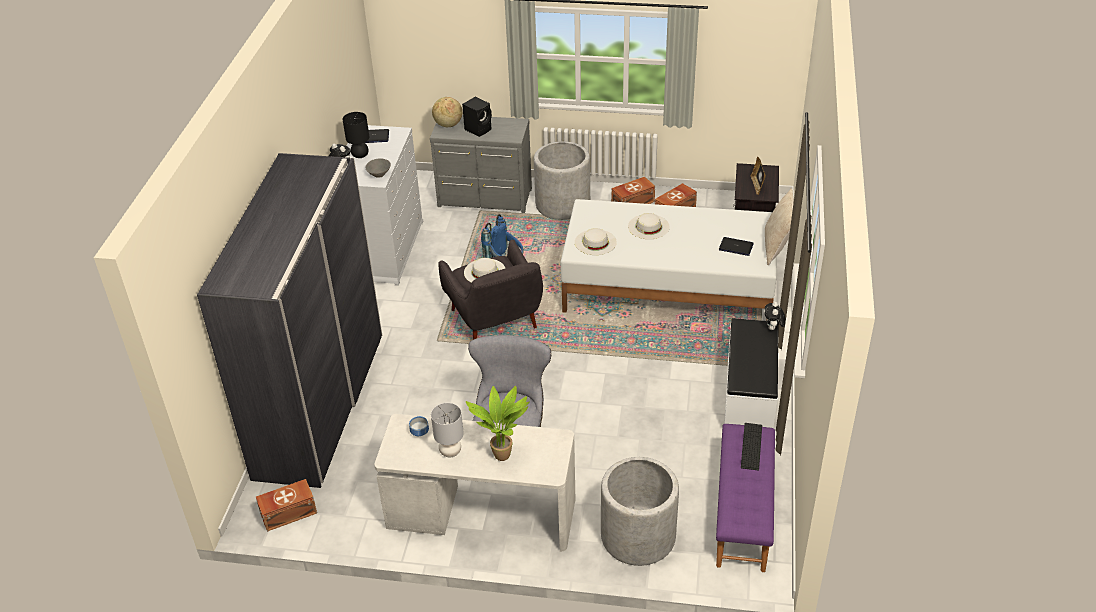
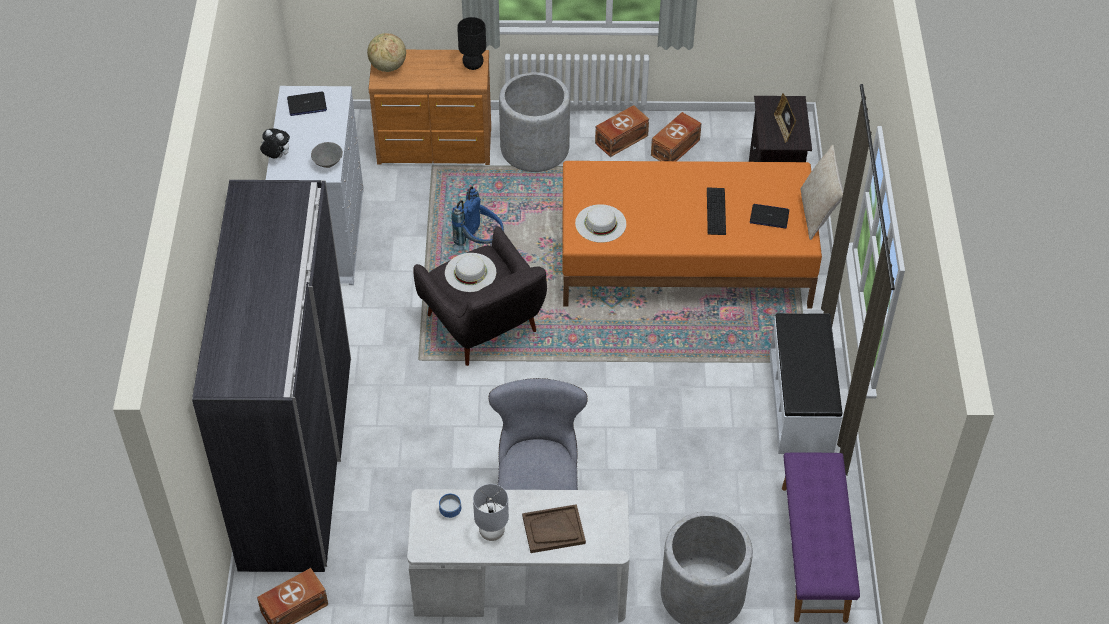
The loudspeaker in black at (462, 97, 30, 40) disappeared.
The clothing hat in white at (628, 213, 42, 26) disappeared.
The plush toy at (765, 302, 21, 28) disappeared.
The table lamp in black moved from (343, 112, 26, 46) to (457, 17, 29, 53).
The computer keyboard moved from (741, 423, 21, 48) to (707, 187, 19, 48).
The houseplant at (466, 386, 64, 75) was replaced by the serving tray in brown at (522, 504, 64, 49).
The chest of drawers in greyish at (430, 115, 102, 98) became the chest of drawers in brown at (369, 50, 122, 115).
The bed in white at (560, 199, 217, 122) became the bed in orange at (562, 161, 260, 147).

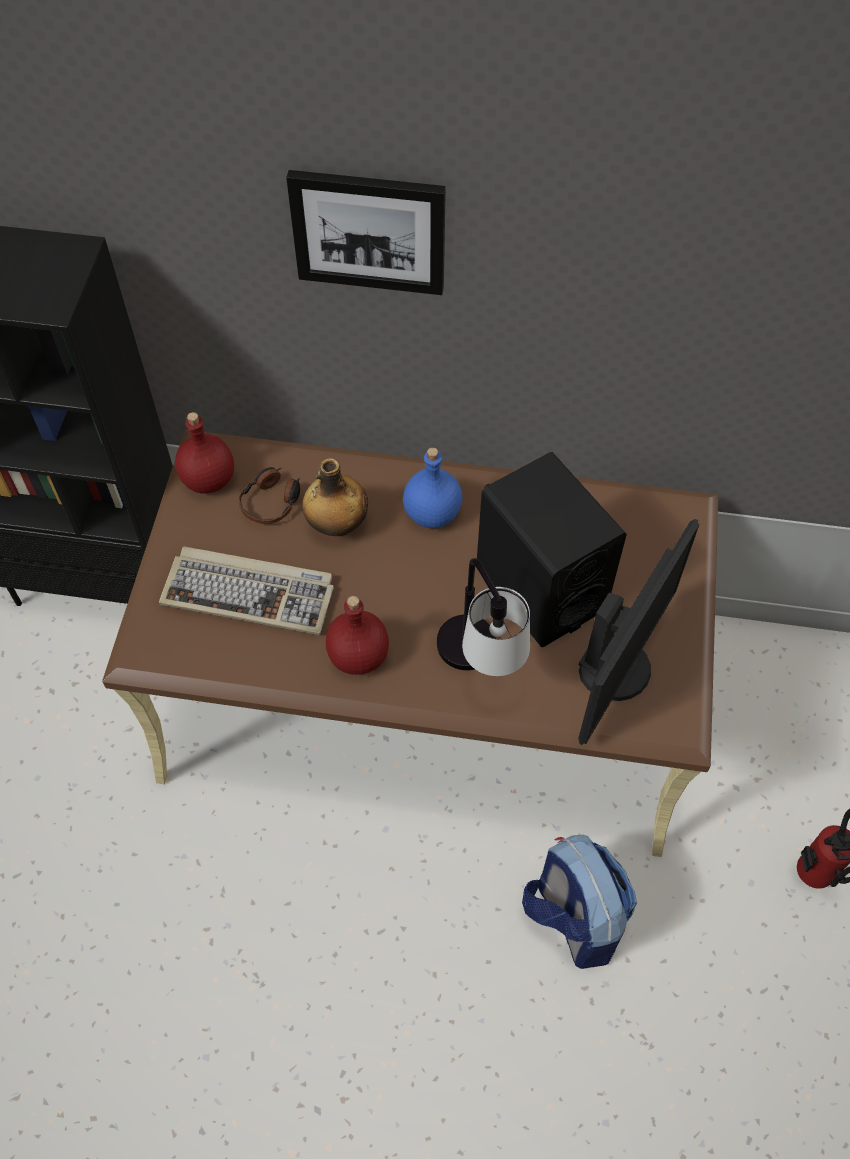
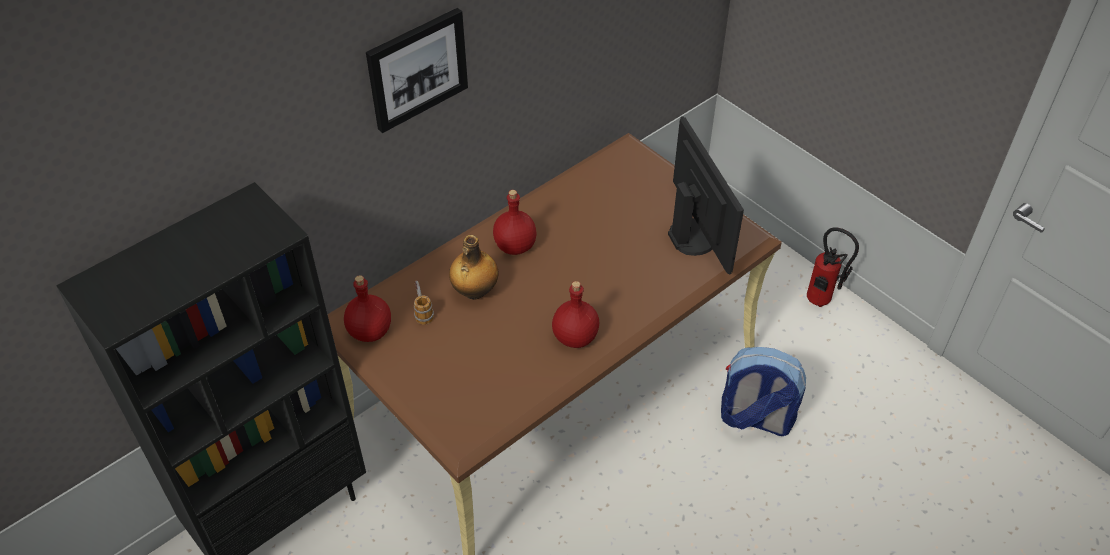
The computer keyboard at (159, 546, 175, 89) disappeared.
The table lamp at (437, 558, 93, 118) disappeared.
The loudspeaker in black at (477, 452, 150, 195) disappeared.
The pair of headphones at (239, 467, 61, 57) was replaced by the mug at (414, 280, 20, 45).
The drink bottle in blue-coloured at (403, 447, 60, 81) became the drink bottle in red-coloured at (493, 190, 43, 65).

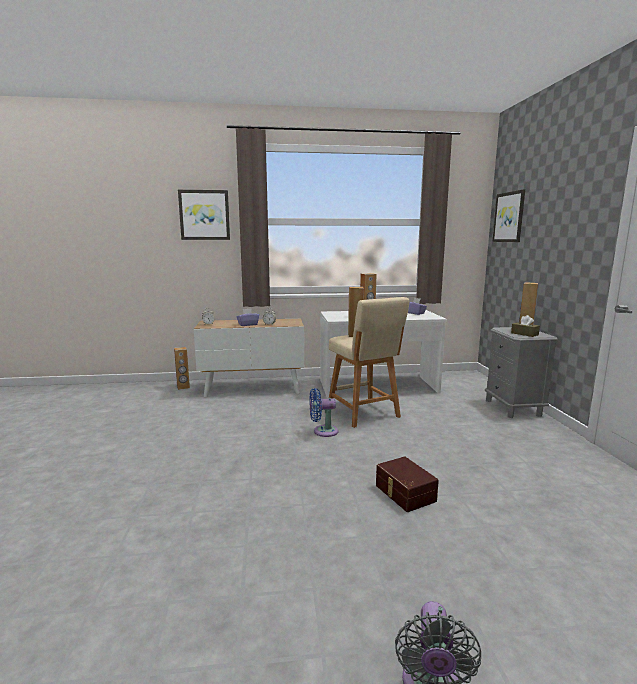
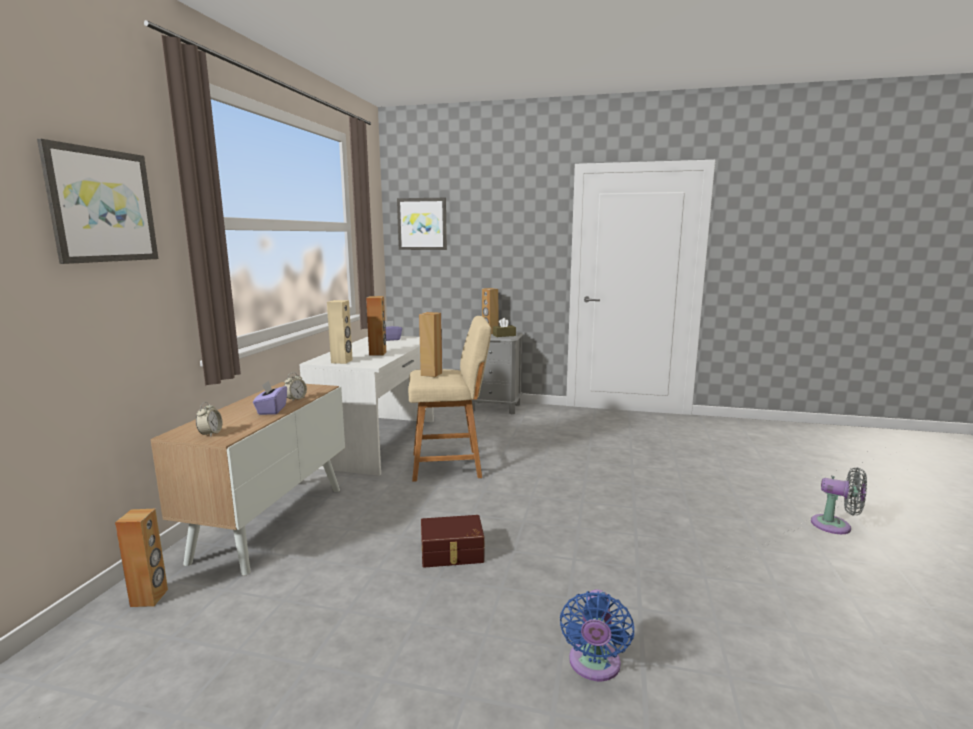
The loudspeaker in beige-coloured at (327, 300, 26, 64) appeared.
The fan in blue-coloured moved from (309, 388, 29, 49) to (560, 589, 74, 92).
The storage container in brown moved from (376, 457, 63, 55) to (421, 515, 64, 53).

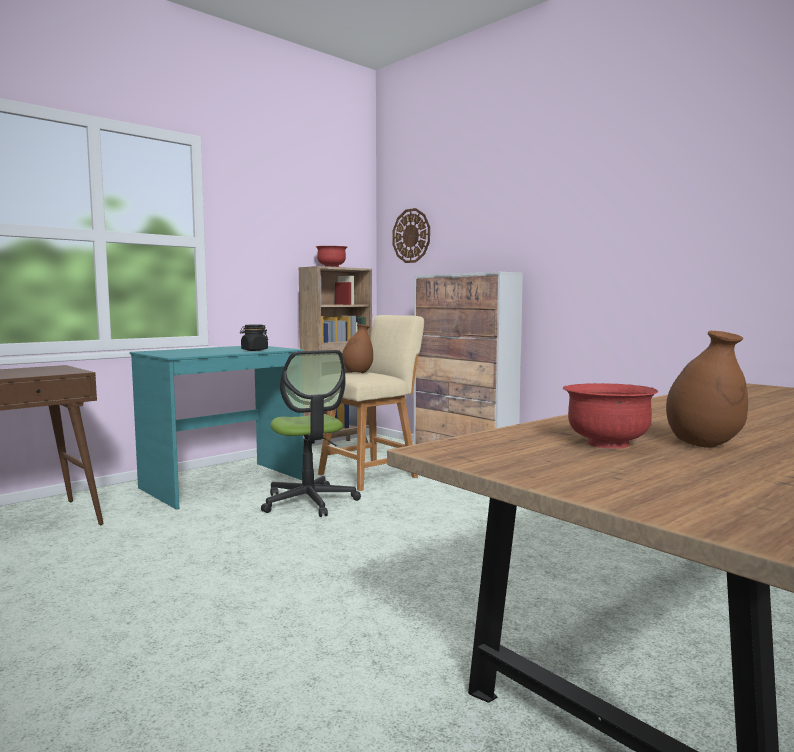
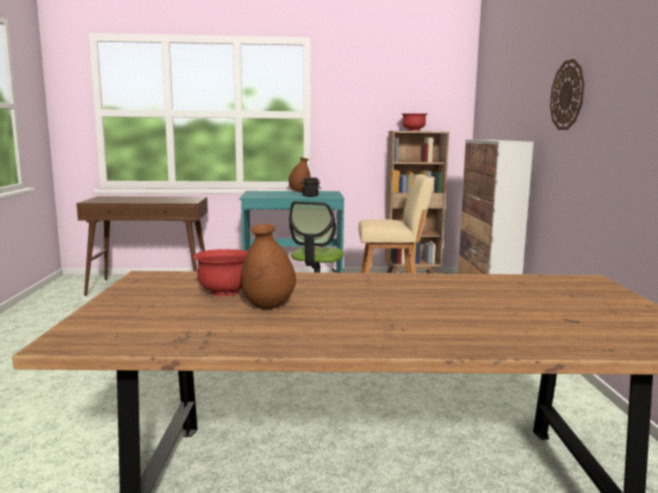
The decorative vase in brown moved from (342, 324, 31, 49) to (288, 157, 23, 35).
The hanging clock moved from (392, 208, 38, 55) to (550, 59, 35, 71).

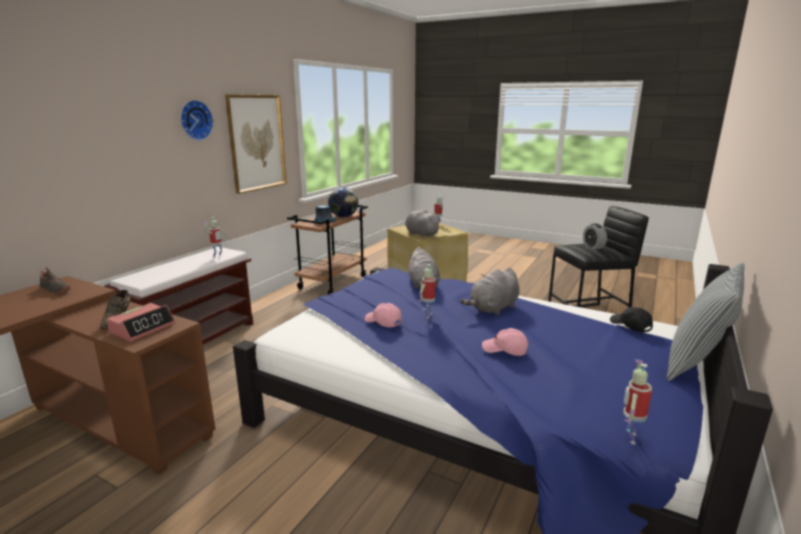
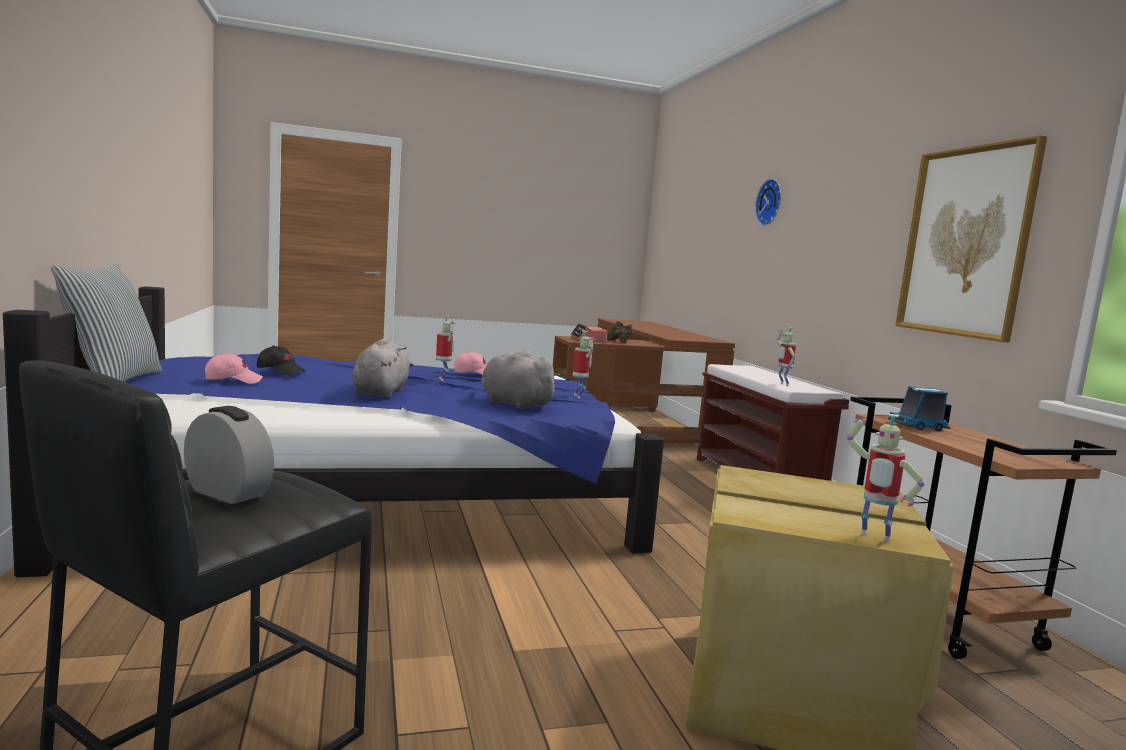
The low shoe in black at (40, 267, 31, 27) disappeared.
The desk globe at (328, 187, 30, 30) disappeared.
The plush toy in greyish at (405, 209, 37, 28) disappeared.
The hanging clock moved from (180, 100, 33, 41) to (755, 179, 26, 47).
The peaked cap in pink moved from (482, 328, 46, 28) to (205, 354, 58, 30).
The peaked cap in black moved from (610, 307, 43, 26) to (257, 346, 48, 29).
The robot figure moved from (623, 360, 29, 85) to (572, 331, 24, 67).

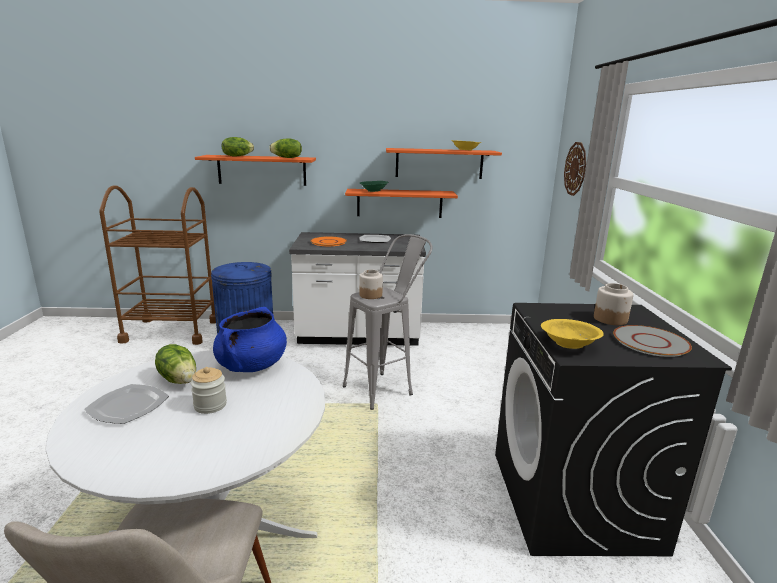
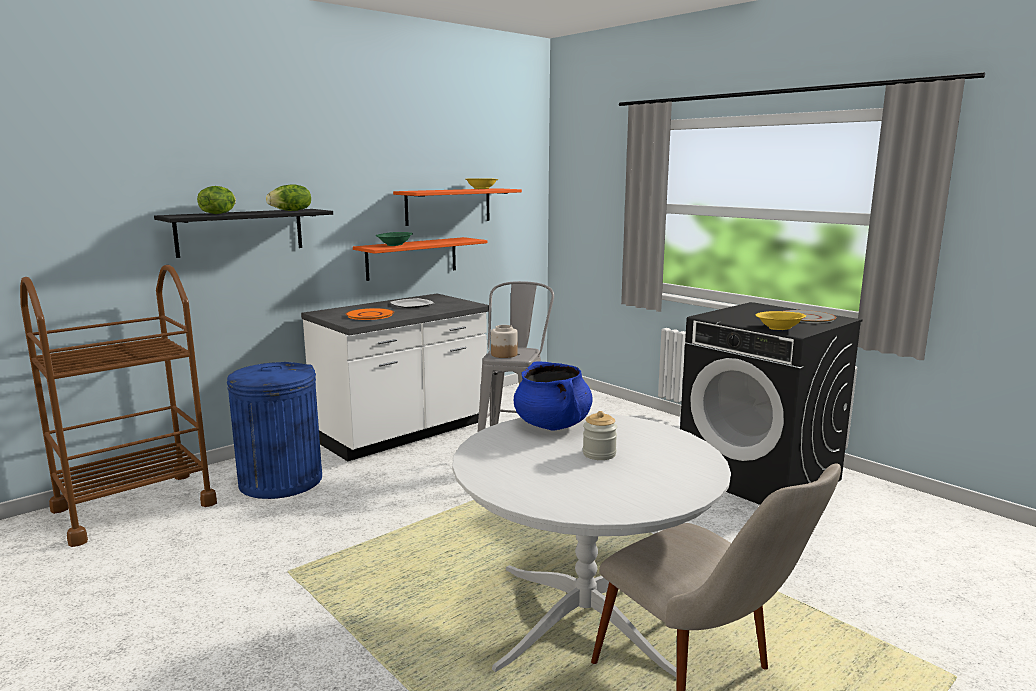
The dinner plate at (84, 384, 85, 40) disappeared.
The head of lettuce at (155, 344, 41, 40) disappeared.
The hanging clock at (564, 142, 22, 54) disappeared.
The jar at (594, 283, 40, 42) disappeared.
The shelf in orange at (195, 155, 121, 31) became the shelf in black at (154, 209, 179, 49).

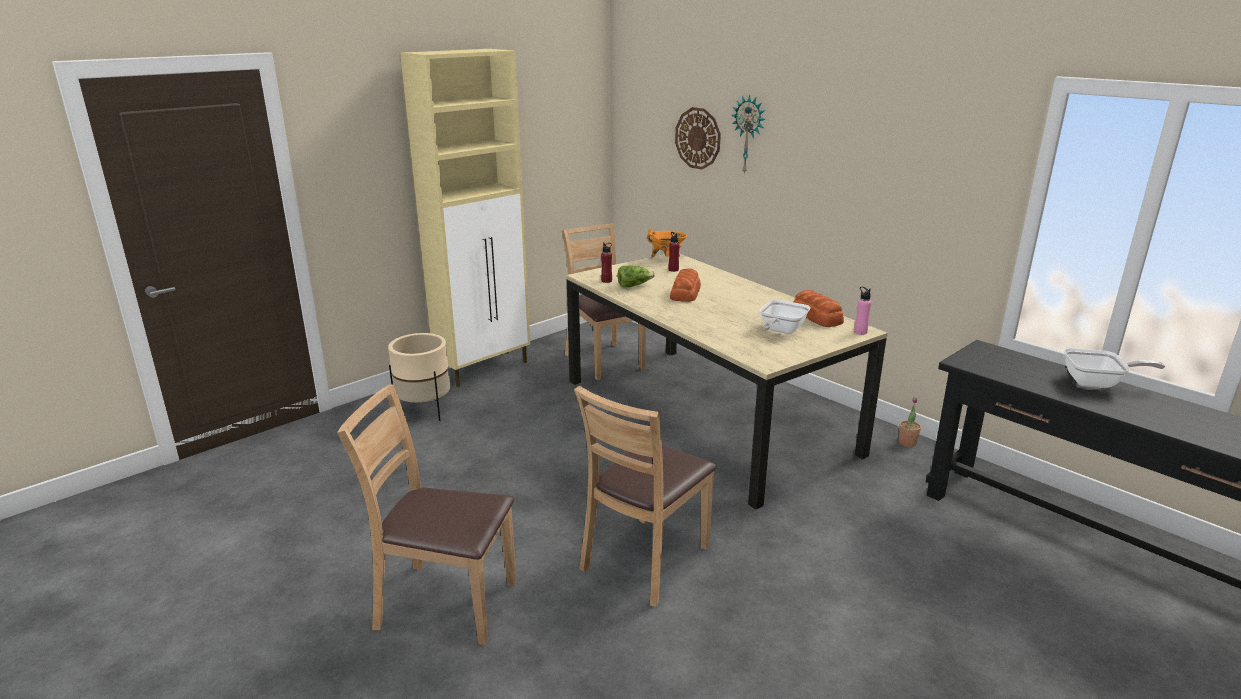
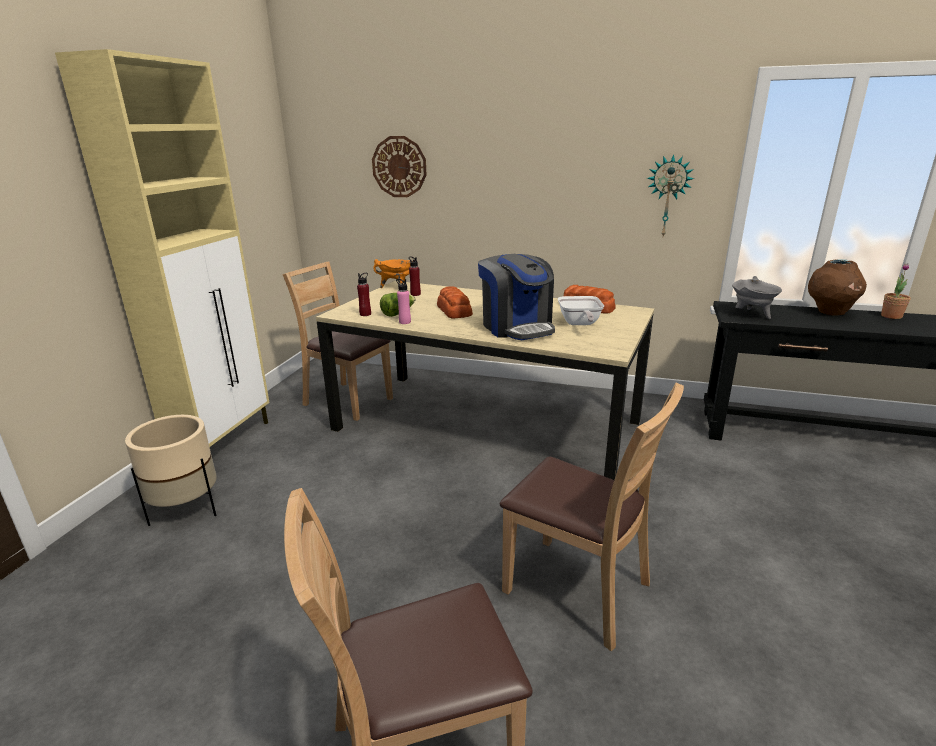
The coffee machine at (478, 254, 77, 86) appeared.
The stockpot in greyish at (732, 276, 50, 43) appeared.
The hanging clock moved from (731, 94, 35, 81) to (647, 154, 47, 82).
The drink bottle in pink moved from (854, 287, 18, 48) to (396, 279, 15, 45).
The houseplant moved from (899, 397, 22, 50) to (881, 263, 30, 56).
The pan at (1064, 348, 101, 40) was replaced by the decorative vase in brown at (808, 259, 59, 57).
The plain chair in brown at (574, 386, 143, 221) turned 60 degrees counterclockwise.

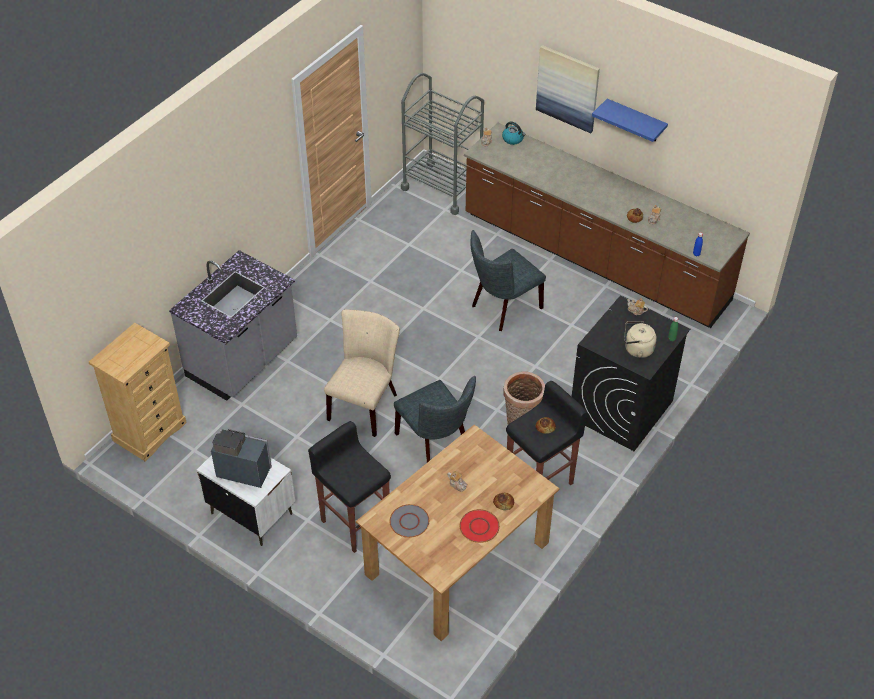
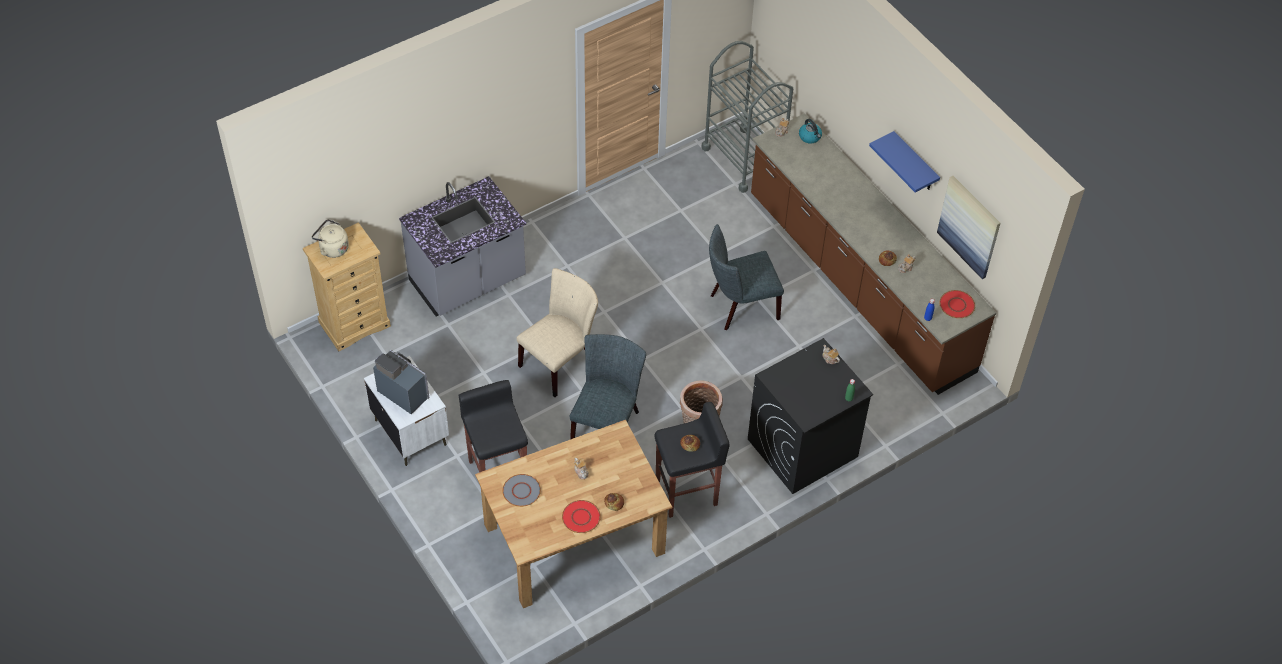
The dinner plate in red-coloured at (940, 290, 35, 28) appeared.
The wall picture moved from (536, 45, 64, 88) to (937, 176, 63, 103).
The kettle in beige-coloured moved from (624, 321, 33, 37) to (312, 219, 37, 39).
The plain chair in greyish at (394, 376, 82, 87) turned 150 degrees counterclockwise.

